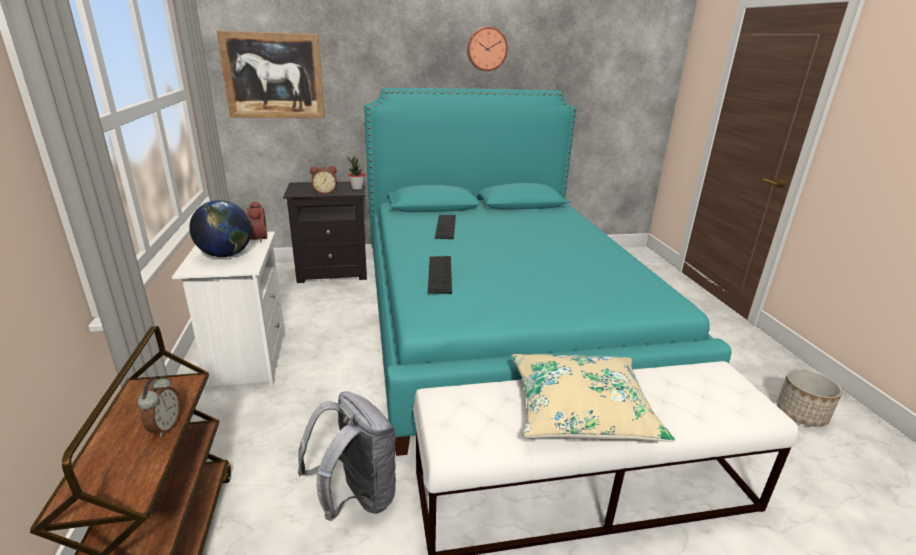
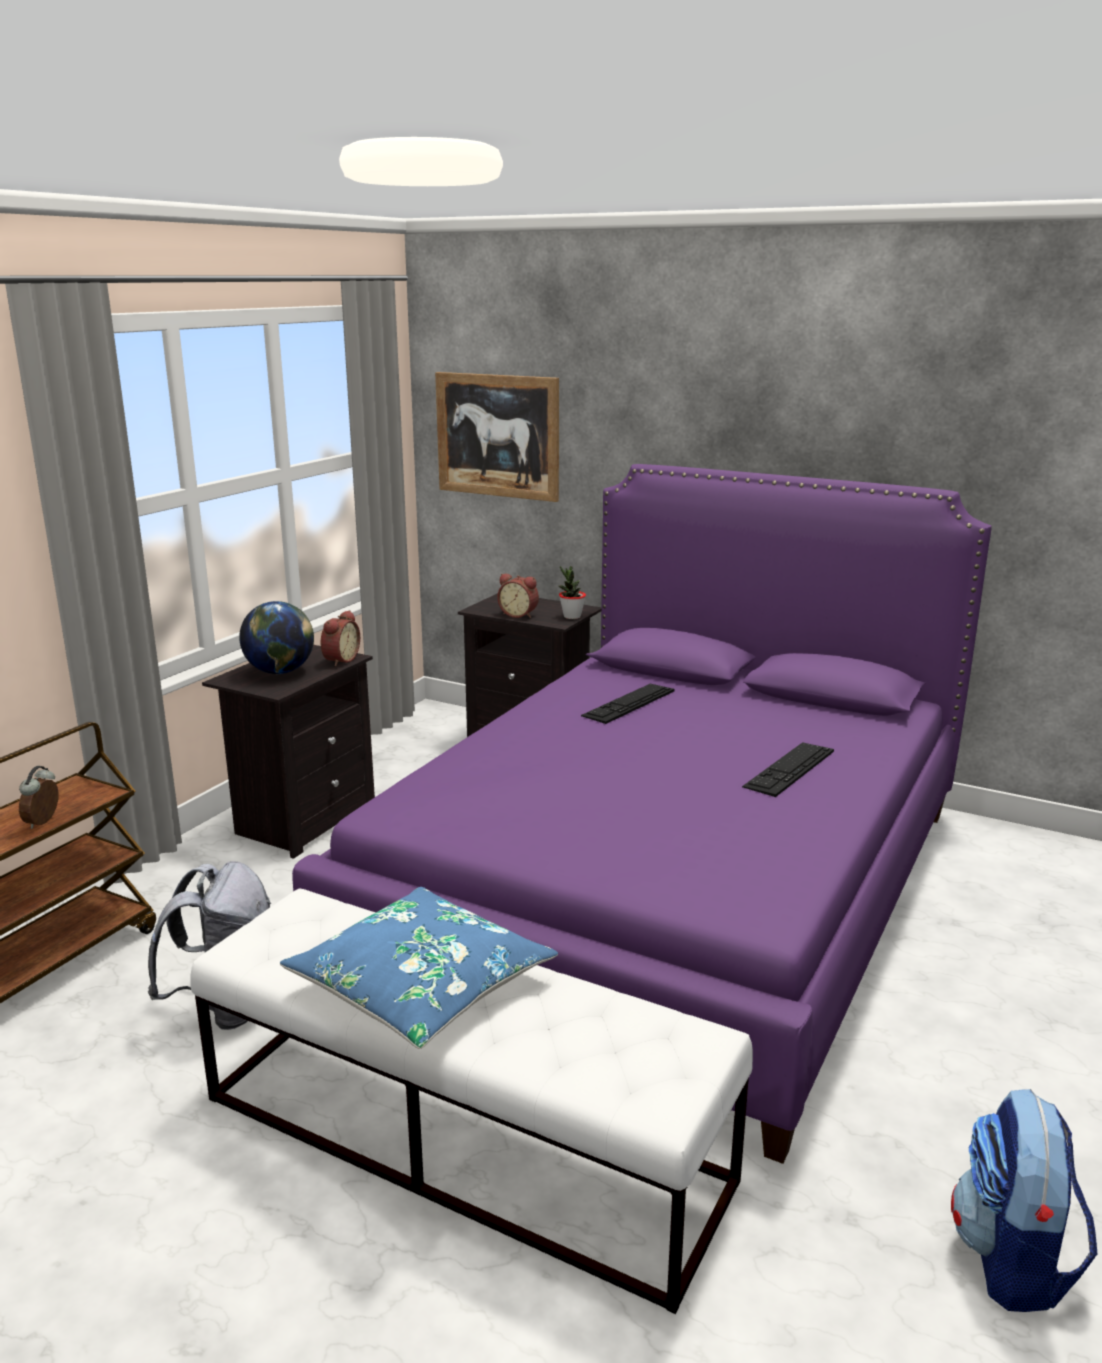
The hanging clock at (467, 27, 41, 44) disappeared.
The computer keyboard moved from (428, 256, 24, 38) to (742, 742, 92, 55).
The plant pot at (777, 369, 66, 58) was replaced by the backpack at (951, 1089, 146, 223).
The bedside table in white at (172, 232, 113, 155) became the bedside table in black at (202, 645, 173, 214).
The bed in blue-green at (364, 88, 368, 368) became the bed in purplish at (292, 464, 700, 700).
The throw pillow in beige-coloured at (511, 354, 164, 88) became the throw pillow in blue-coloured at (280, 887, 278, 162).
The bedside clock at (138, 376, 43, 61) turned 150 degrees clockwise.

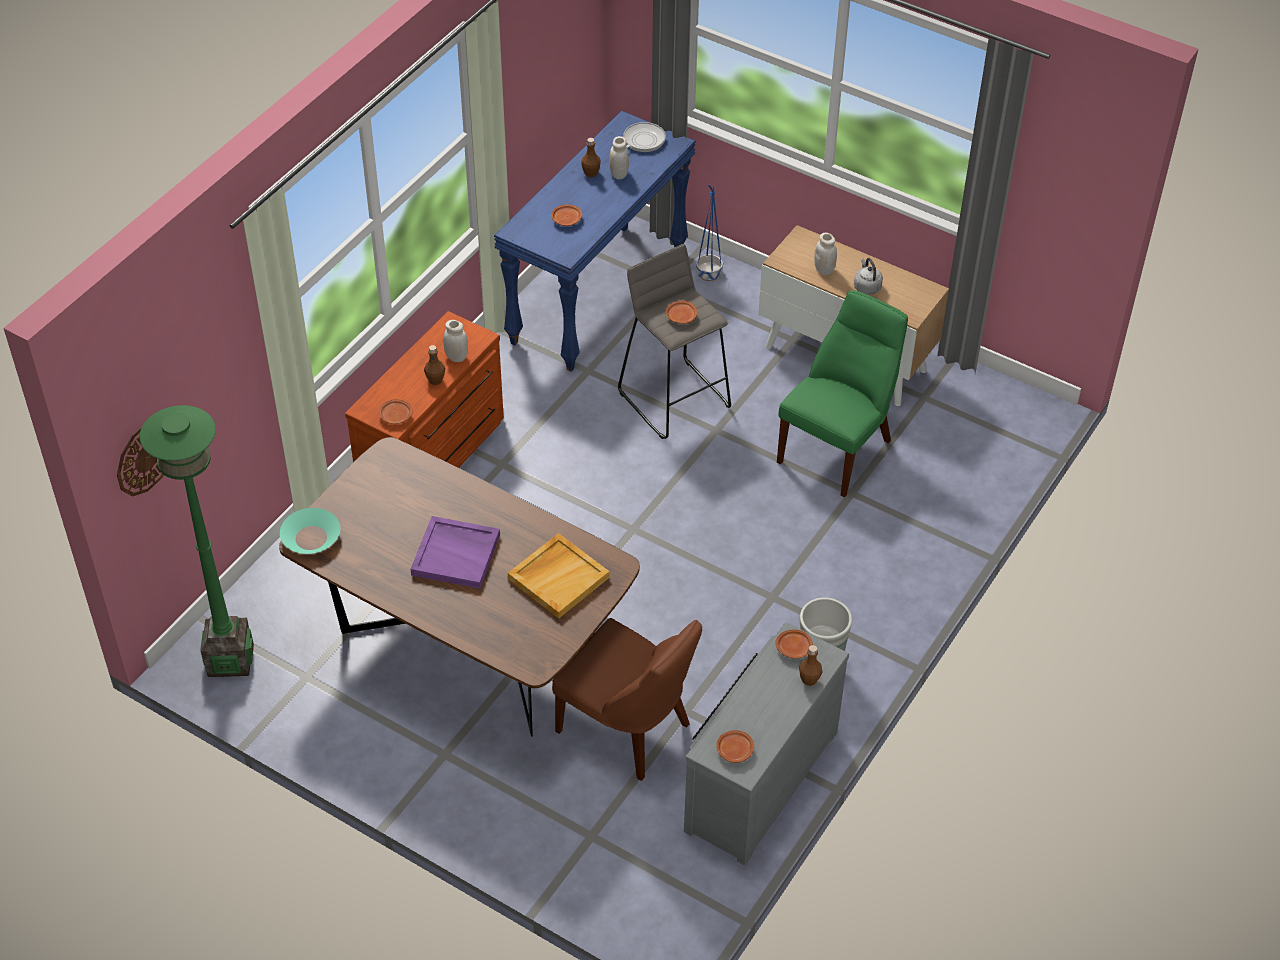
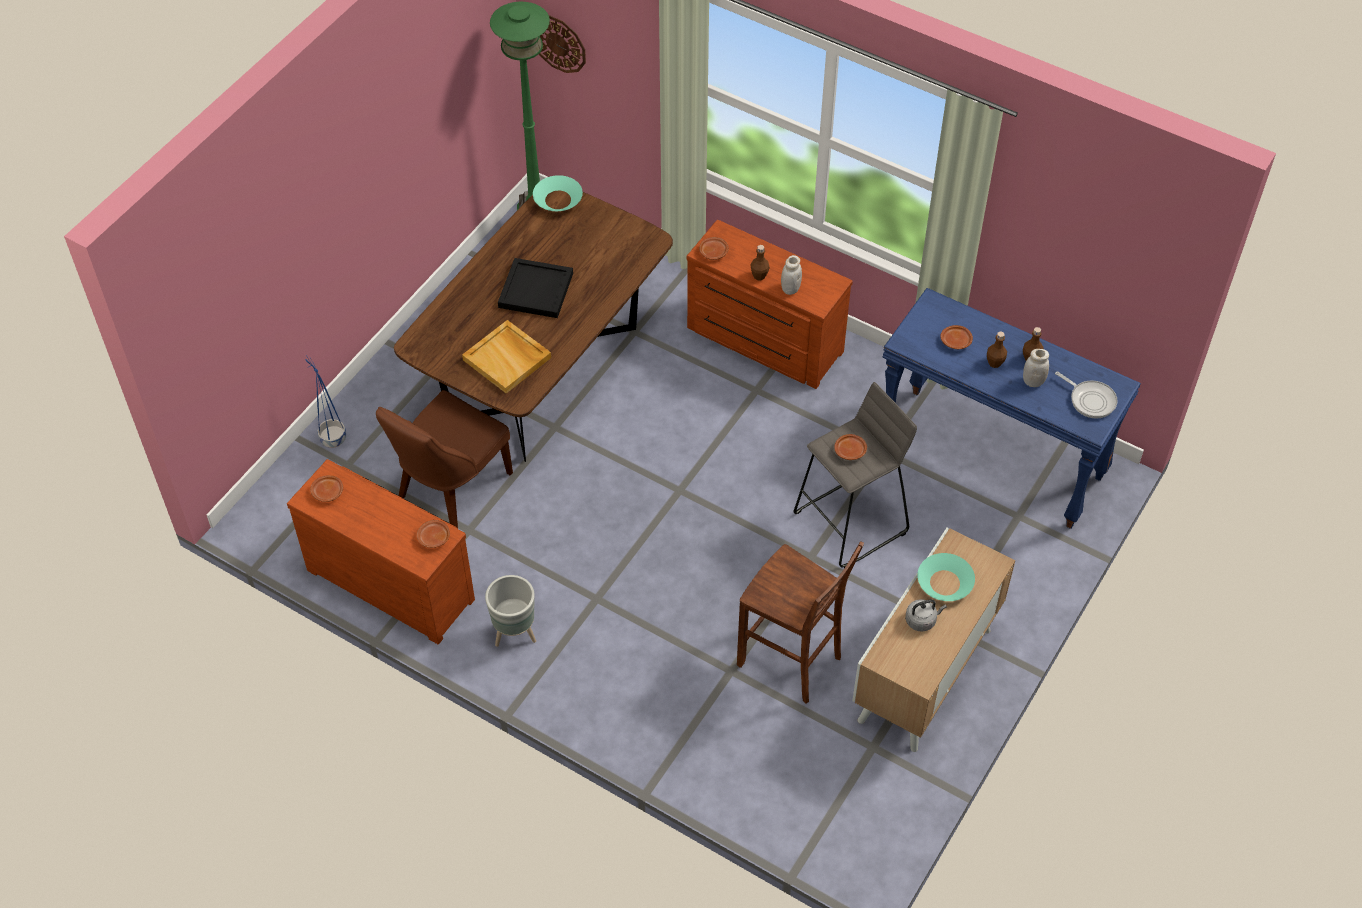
The plant pot in blue-coloured moved from (696, 185, 27, 96) to (305, 355, 41, 93).
The drink bottle in brown moved from (799, 645, 23, 41) to (987, 331, 20, 37).
The plain chair in green-coloured at (777, 290, 131, 207) was replaced by the stool in brown at (737, 541, 127, 163).
The jar in white at (814, 233, 23, 42) was replaced by the bowl in blue-green at (917, 553, 58, 48).
The serving tray in purplish at (411, 516, 89, 73) became the serving tray in black at (498, 258, 75, 60).
The chest of drawers in greyish at (684, 622, 165, 243) became the chest of drawers in brown at (287, 459, 188, 185).

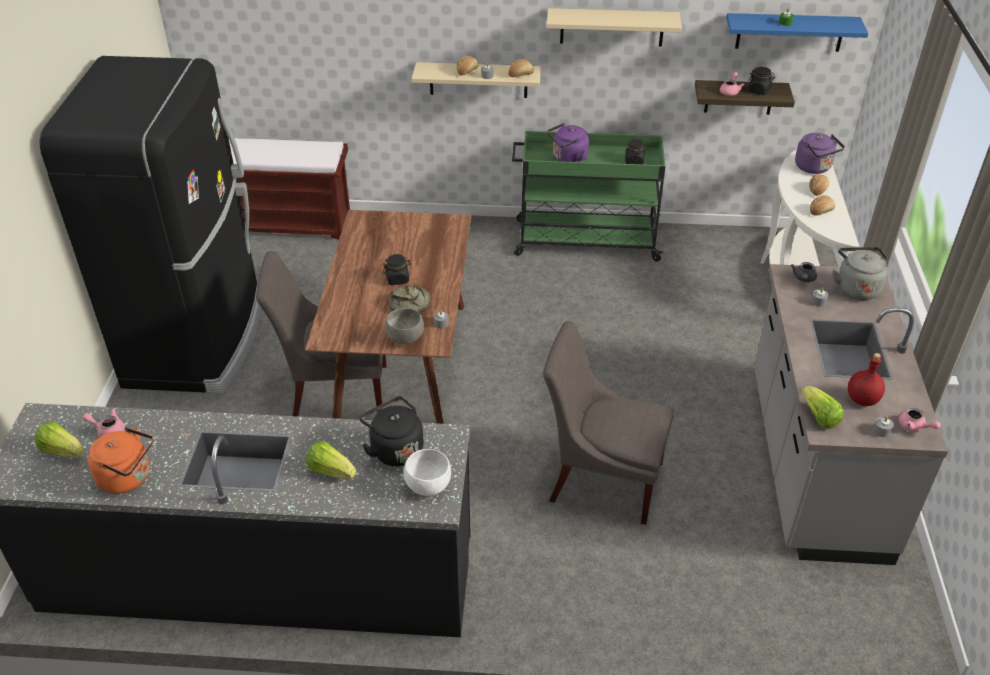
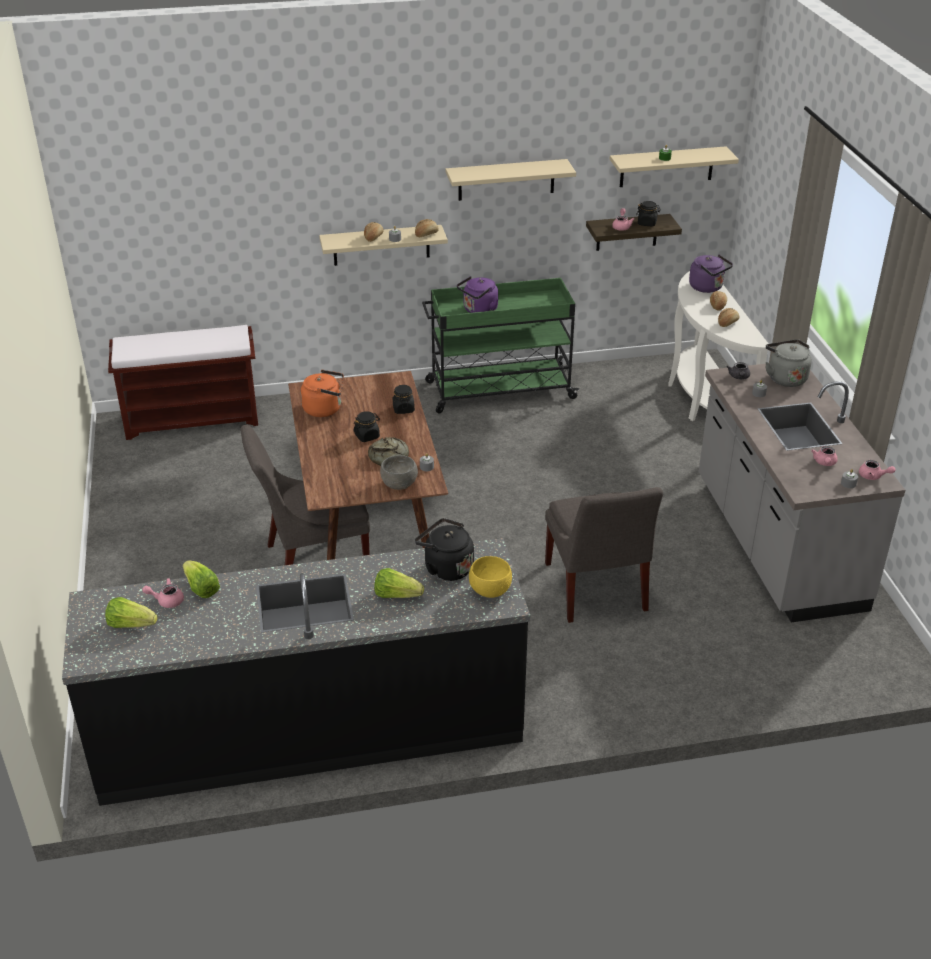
The kitchen fridge in black at (40, 56, 221, 337) disappeared.
The kettle in orange moved from (88, 427, 66, 67) to (301, 370, 43, 47).
The jar in black moved from (625, 139, 19, 25) to (393, 385, 22, 29).
The head of lettuce moved from (801, 386, 43, 43) to (183, 560, 37, 38).
The drink bottle in red-coloured at (848, 353, 37, 53) was replaced by the tea pot in pink at (811, 446, 27, 20).
The bowl in white at (403, 449, 48, 47) became the bowl in yellow at (469, 556, 43, 42).
The shelf in blue-coloured at (726, 13, 142, 39) became the shelf in beige-coloured at (610, 146, 129, 41).
The plain chair in greyish at (543, 321, 131, 204) turned 105 degrees counterclockwise.

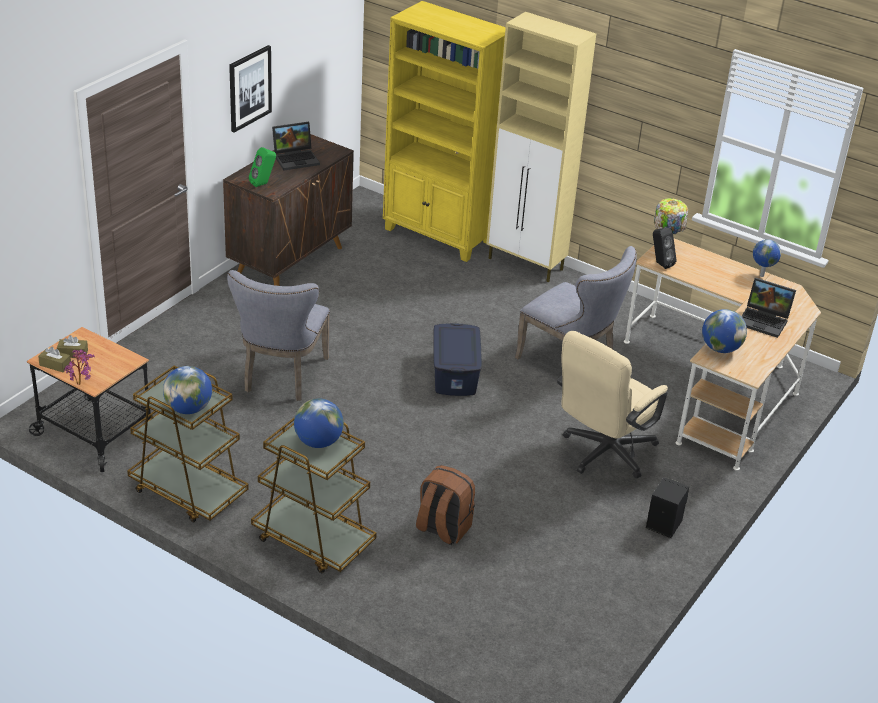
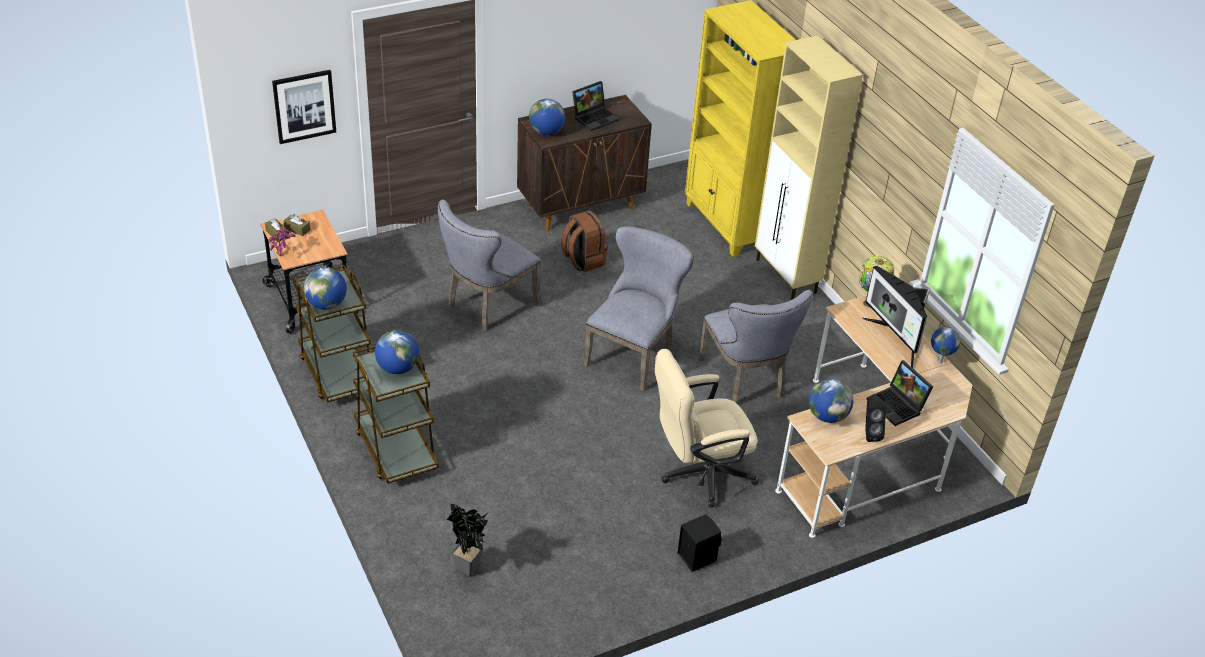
The houseplant at (447, 504, 42, 73) appeared.
The monitor at (862, 266, 68, 102) appeared.
The wall picture moved from (229, 45, 43, 88) to (272, 70, 64, 74).
The backpack in brown moved from (416, 465, 59, 80) to (561, 211, 47, 61).
The loudspeaker in black moved from (653, 228, 23, 41) to (865, 397, 21, 45).
The loudspeaker in green-coloured at (249, 147, 27, 40) was replaced by the desk globe at (529, 99, 36, 36).
The storage container in blue-coloured at (433, 323, 49, 73) was replaced by the plain chair in greyish at (583, 226, 111, 165).
The portable computer at (272, 122, 48, 48) turned 45 degrees counterclockwise.

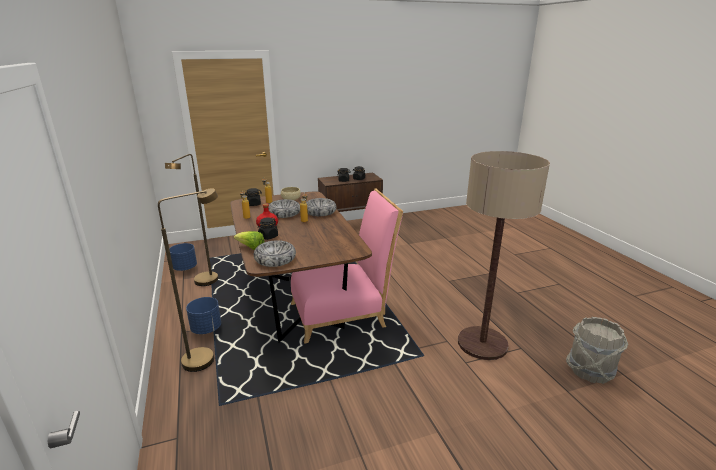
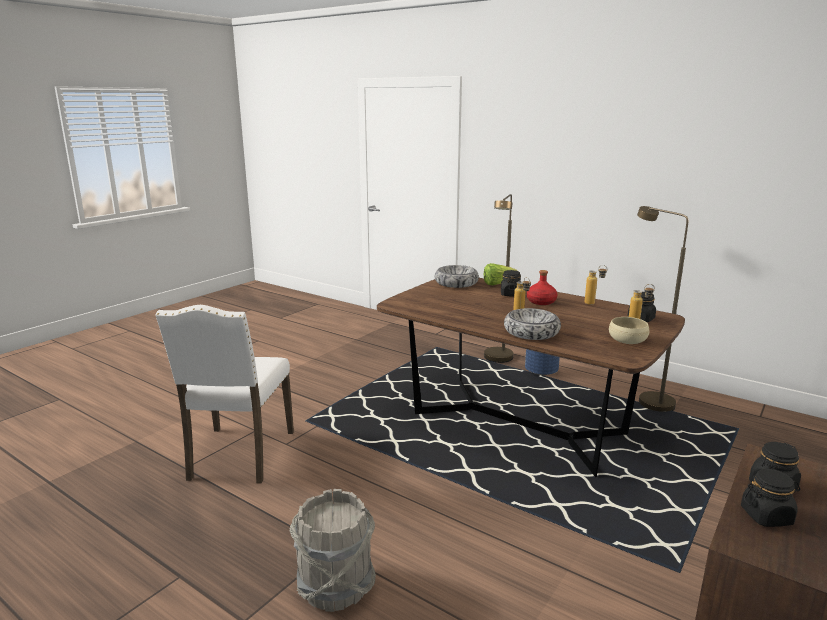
The plant pot in blue-coloured at (169, 243, 28, 28) disappeared.
The bowl at (268, 199, 32, 19) disappeared.
The plain chair in pink at (291, 188, 112, 156) disappeared.
The pail in greyish moved from (566, 317, 62, 67) to (289, 489, 87, 123).
The floor lamp at (458, 151, 92, 209) was replaced by the plain chair in white at (155, 305, 139, 179).

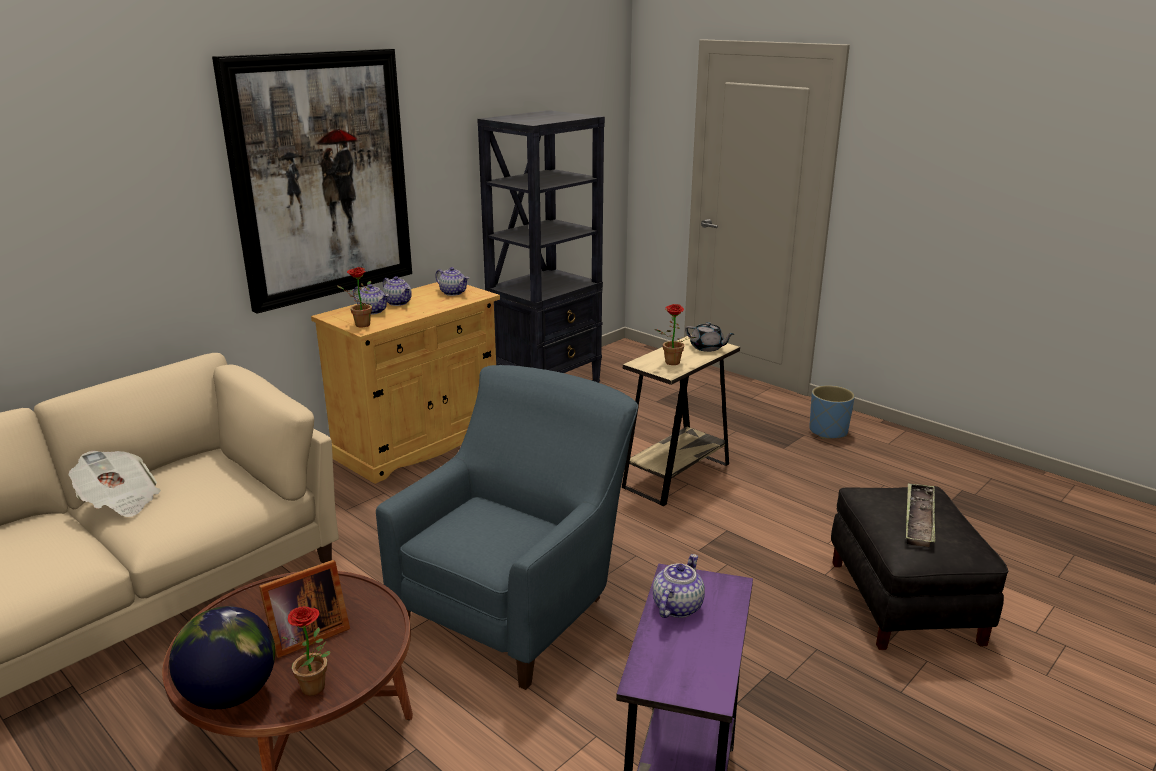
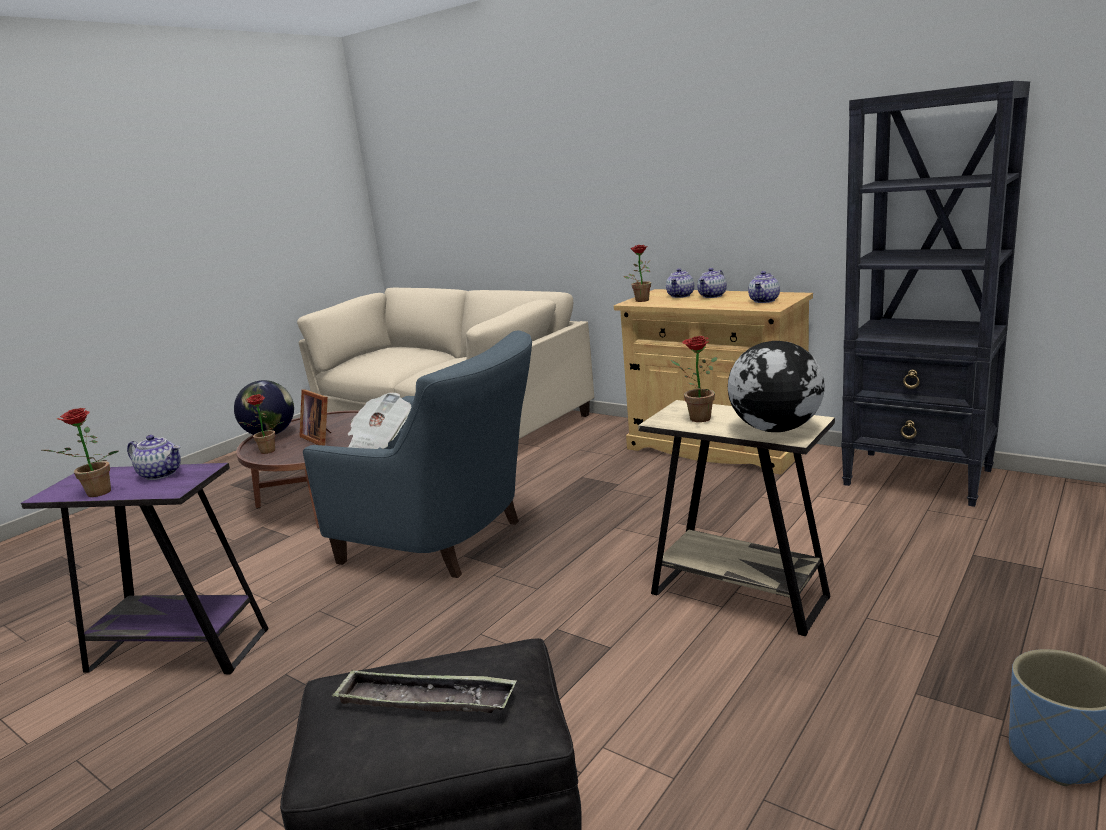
The wall picture at (212, 49, 200, 265) disappeared.
The houseplant at (42, 408, 77, 89) appeared.
The newspaper moved from (69, 450, 92, 67) to (348, 393, 63, 56).
The tea pot in greyish at (685, 322, 49, 30) was replaced by the desk globe at (728, 341, 97, 91).

